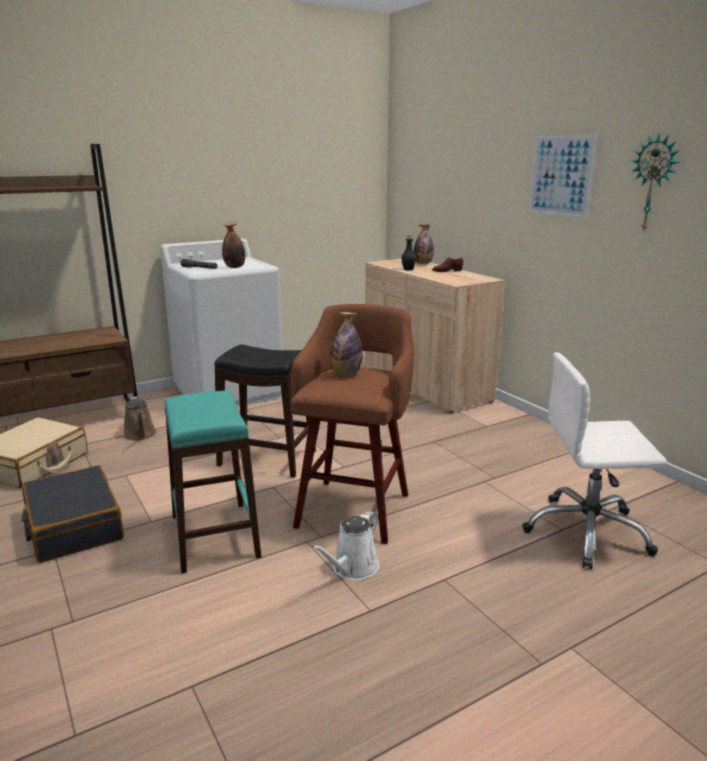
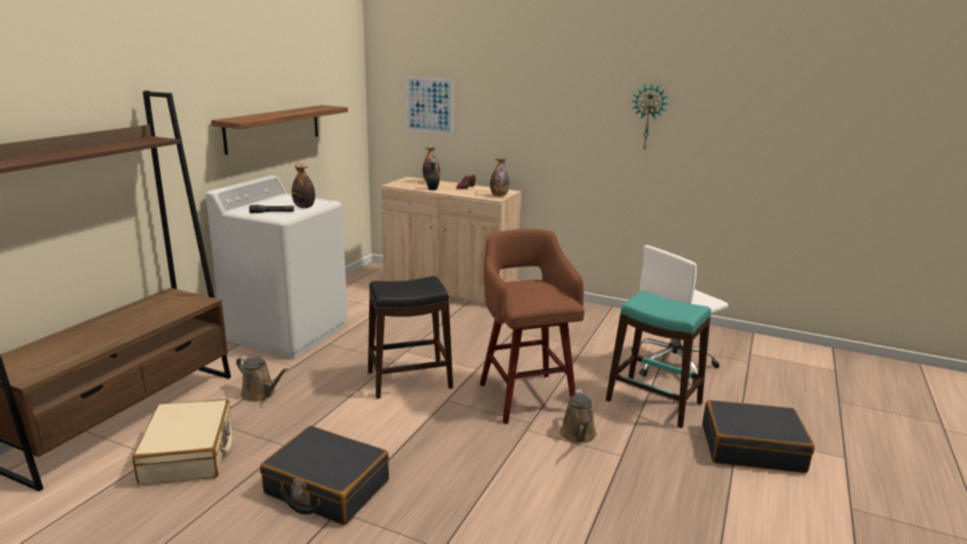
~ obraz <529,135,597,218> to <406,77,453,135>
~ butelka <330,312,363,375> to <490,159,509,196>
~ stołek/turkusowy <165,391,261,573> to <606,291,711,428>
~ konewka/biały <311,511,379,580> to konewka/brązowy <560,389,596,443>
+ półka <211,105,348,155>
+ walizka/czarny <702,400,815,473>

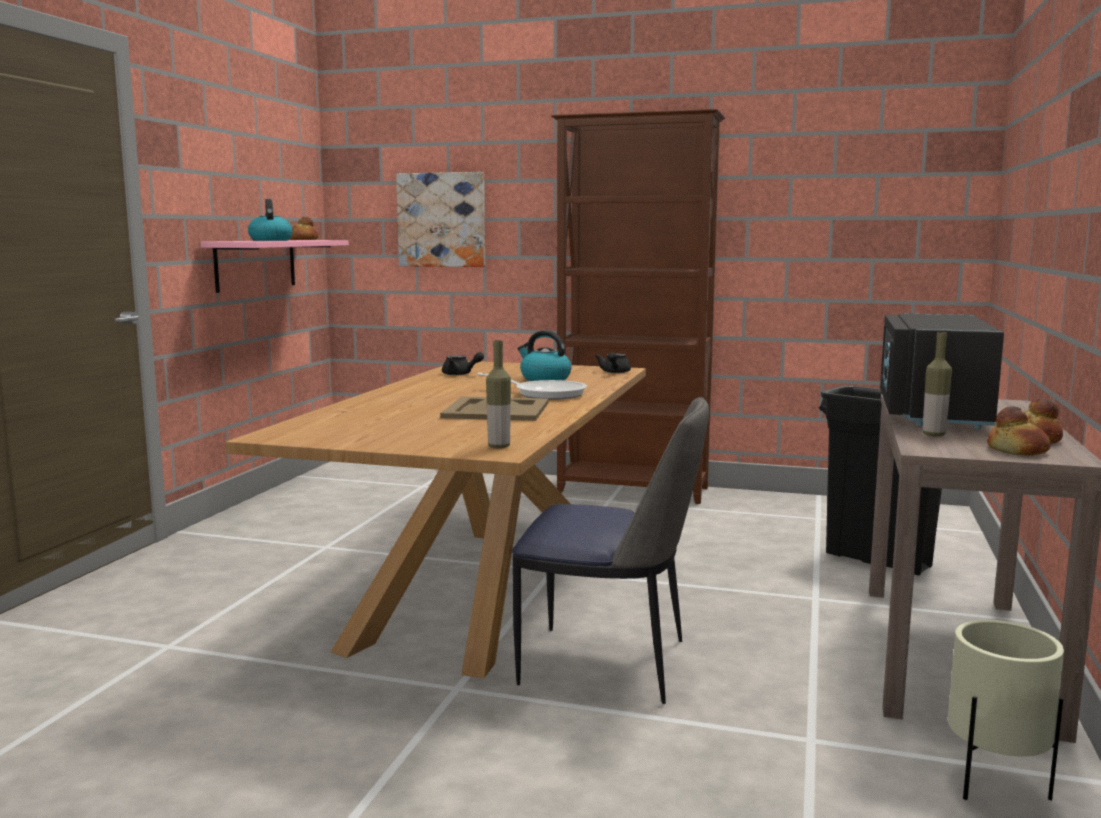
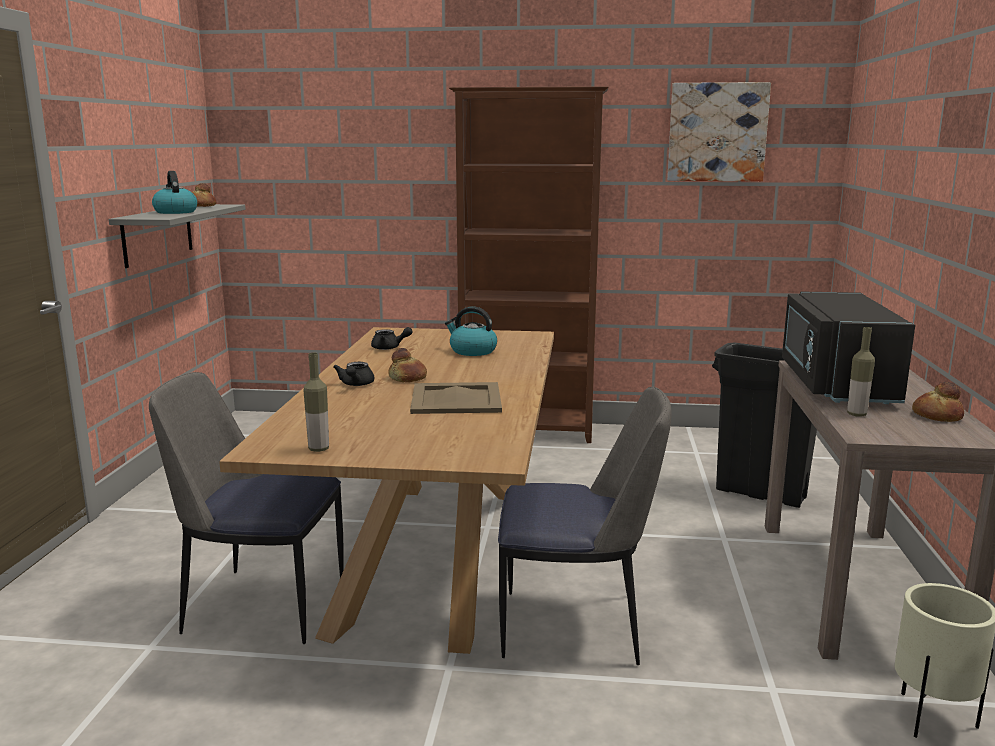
~ obraz <396,172,485,267> to <667,82,771,181>
~ półka/różowy <200,240,349,293> to półka/szary <109,204,246,268>
~ butelka <486,340,511,449> to <303,353,329,452>
~ imbryk/czarny <595,352,631,373> to <333,362,375,386>
- patelnia <477,373,587,400>
~ chleb <987,407,1051,455> to <388,348,427,382>
+ krzesło <149,372,344,644>

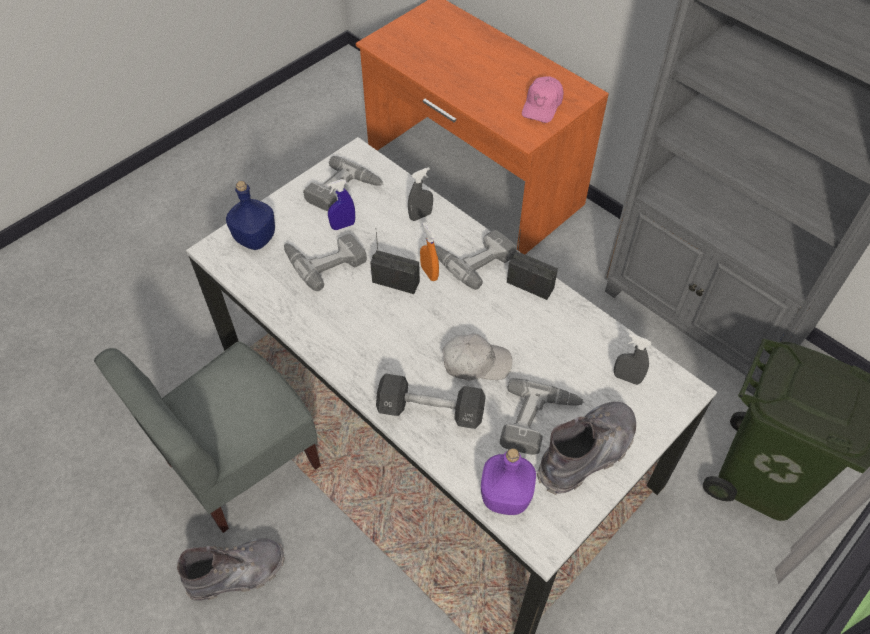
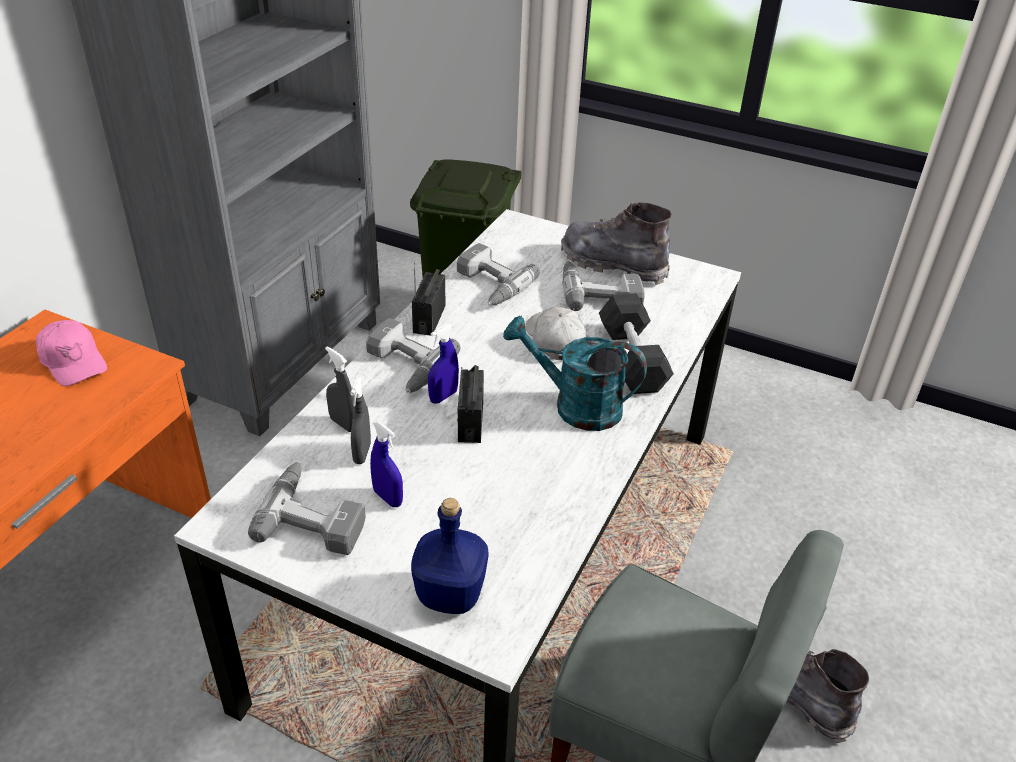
~ czapka z daszkiem/różowy <522,76,563,123> = <36,320,107,386> 45 degrees clockwise
~ spryskiwacz/pomarańczowy <420,222,439,281> to spryskiwacz/niebieski <428,324,459,404>
~ wiertarka <284,234,367,291> to <457,243,540,305>
~ spryskiwacz/szary <614,334,652,385> to <350,377,371,464>
- butelka/fioletowy <481,448,536,515>
+ konewka/turkusowy <503,316,647,431>

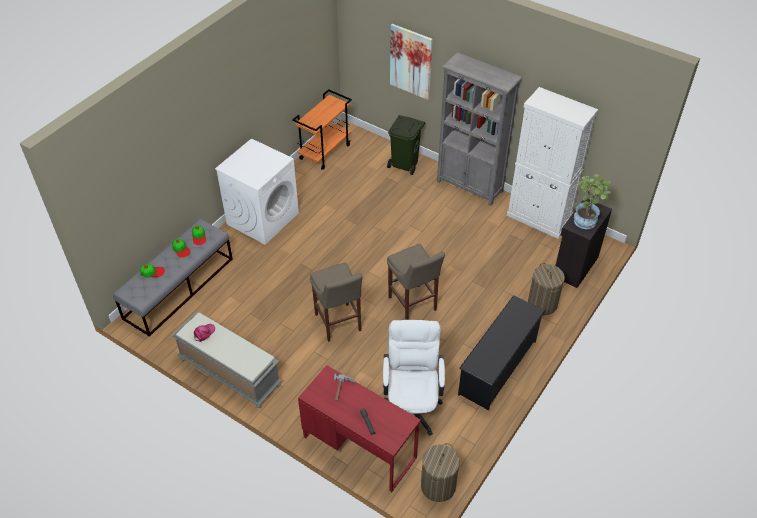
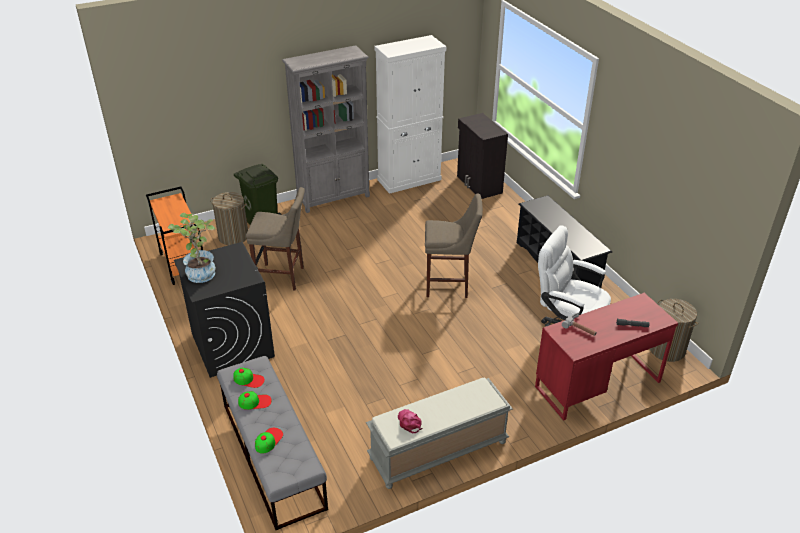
- obraz <390,24,433,100>
~ pralka/biały <215,138,299,245> to pralka/czarny <174,242,275,378>
~ roślina doniczkowa <574,174,611,229> to <167,213,216,283>
~ stołek/beżowy <310,263,362,342> to <246,187,305,291>
~ kosz na pranie <528,263,565,315> to <210,192,248,245>

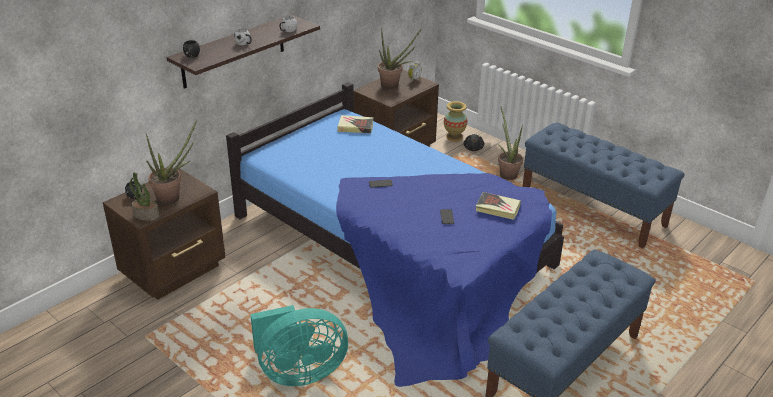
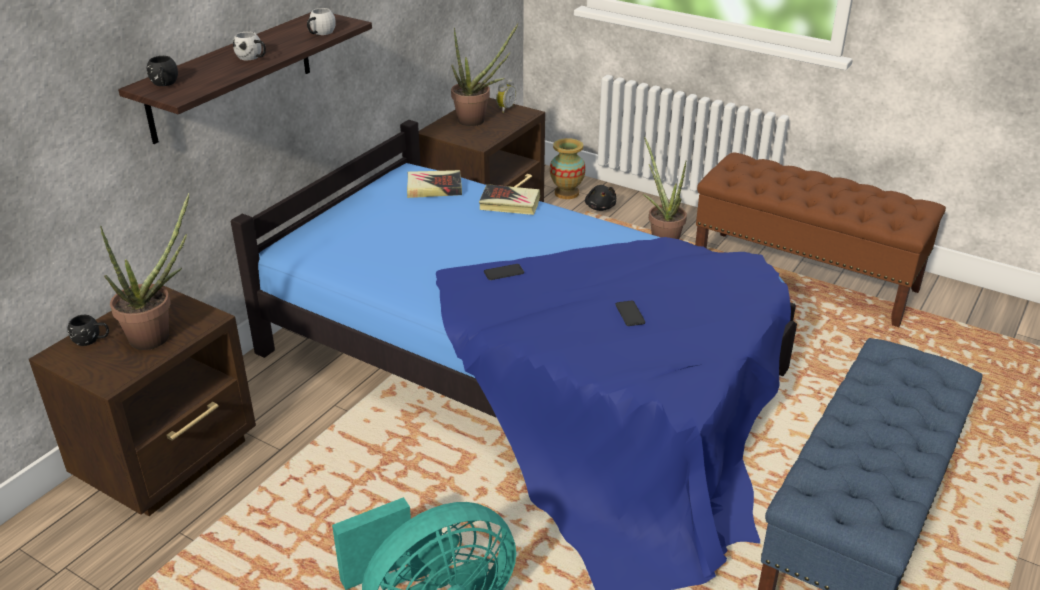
~ ławka/niebieski <522,122,684,248> to ławka/brązowy <695,152,946,327>
- roślina doniczkowa <129,172,159,221>
~ książka <476,192,521,220> to <479,184,540,215>

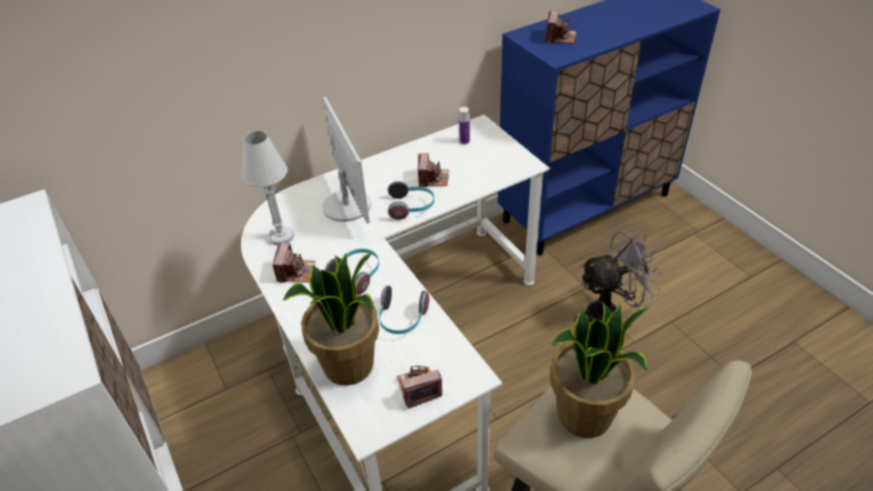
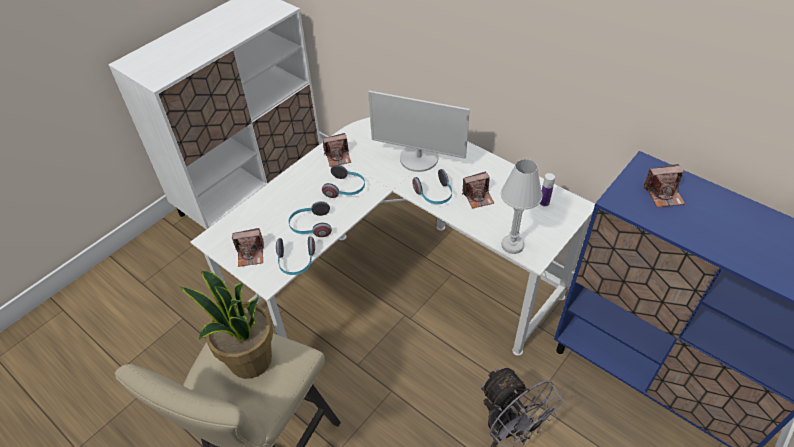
~ monitor <322,96,371,224> = <368,91,470,172> 60 degrees clockwise
~ lampa stołowa/biały <242,131,294,246> to <501,159,542,254>
- roślina doniczkowa <283,252,379,386>
~ aparat fotograficzny <396,366,443,409> = <232,228,264,267> 120 degrees clockwise
+ słuchawki <276,236,315,275>

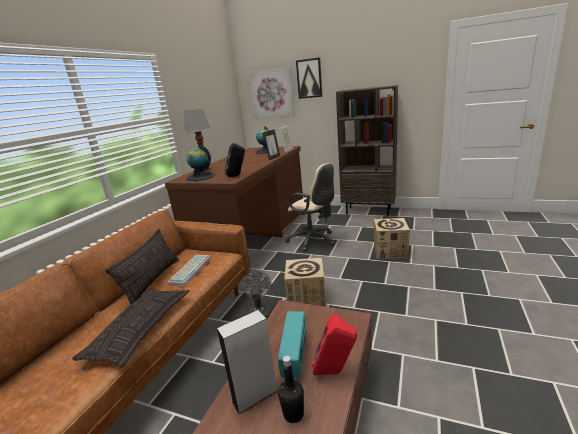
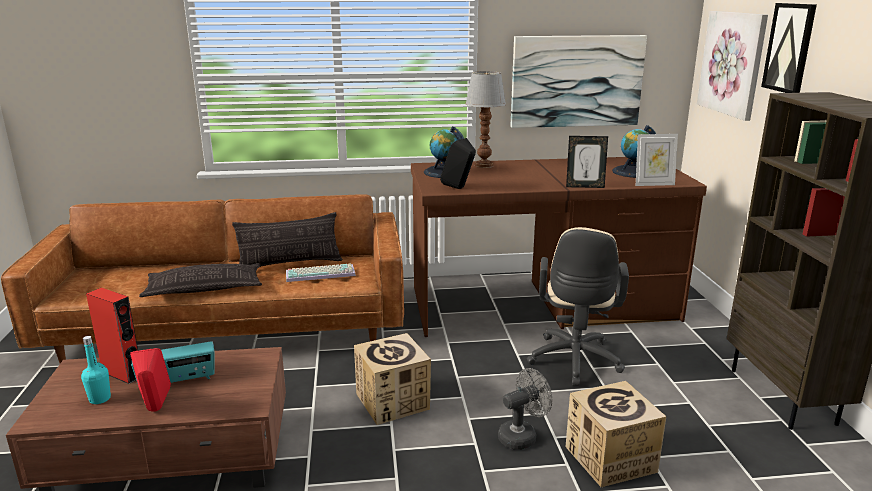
~ wentylator/szary <241,271,271,319> to <498,368,552,450>
~ głośnik/szary <217,310,278,414> to głośnik/czerwony <86,288,138,384>
~ butelka/czarny <278,355,304,423> to butelka/turkusowy <81,336,111,404>
+ obraz <511,35,647,128>

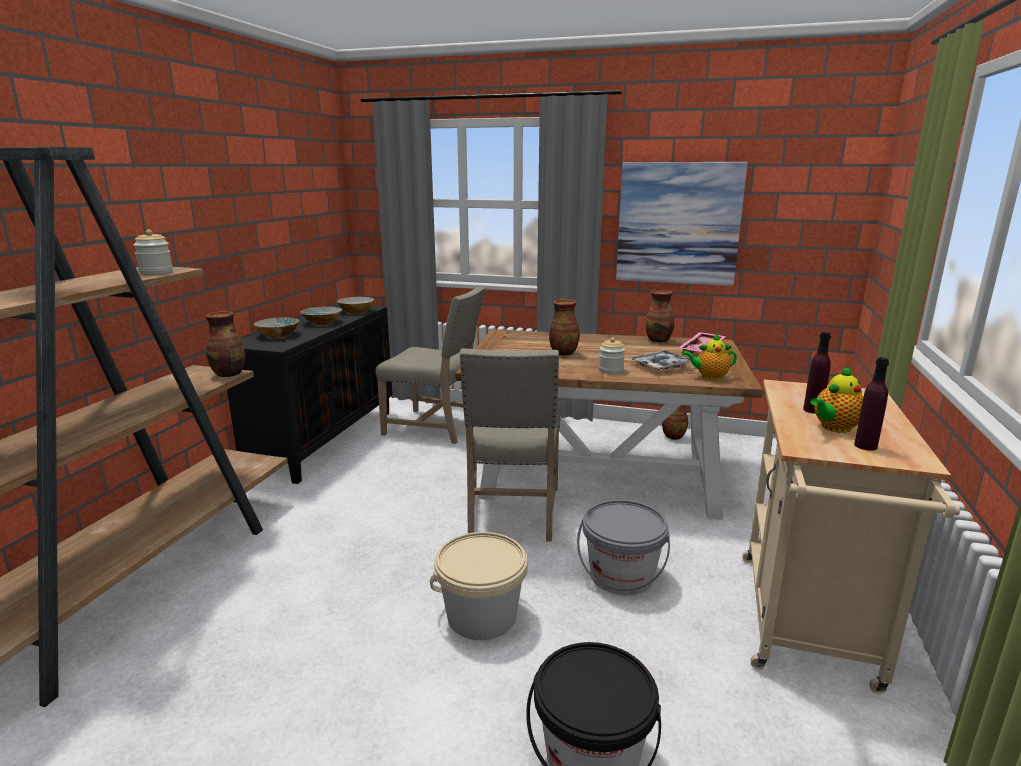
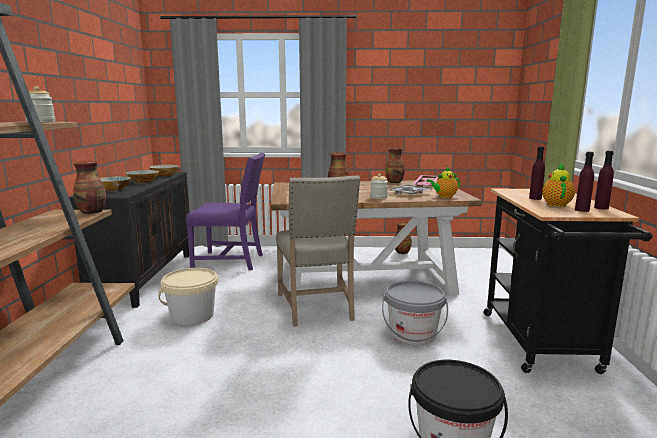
- obraz <616,162,748,286>
~ krzesło/beżowy <375,286,486,444> to krzesło/fioletowy <185,153,265,270>
~ imbryk <810,365,863,433> = <542,163,575,207> 150 degrees clockwise
~ wózek/beżowy <742,380,960,694> to wózek/czarny <483,189,653,374>
~ wiadro/beżowy <430,532,528,640> to <158,268,218,325>
+ butelka/fioletowy <594,151,614,210>

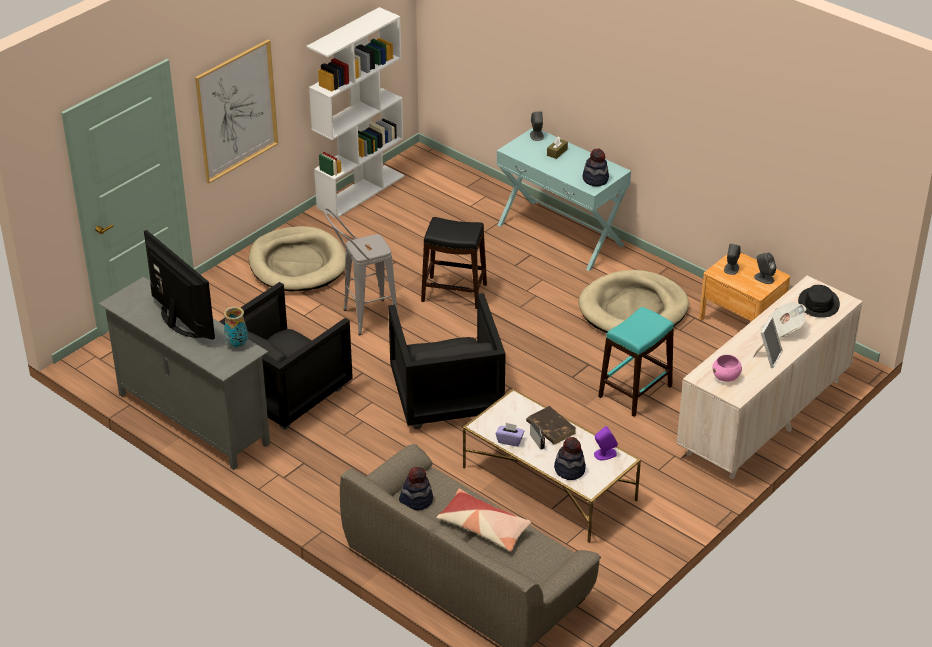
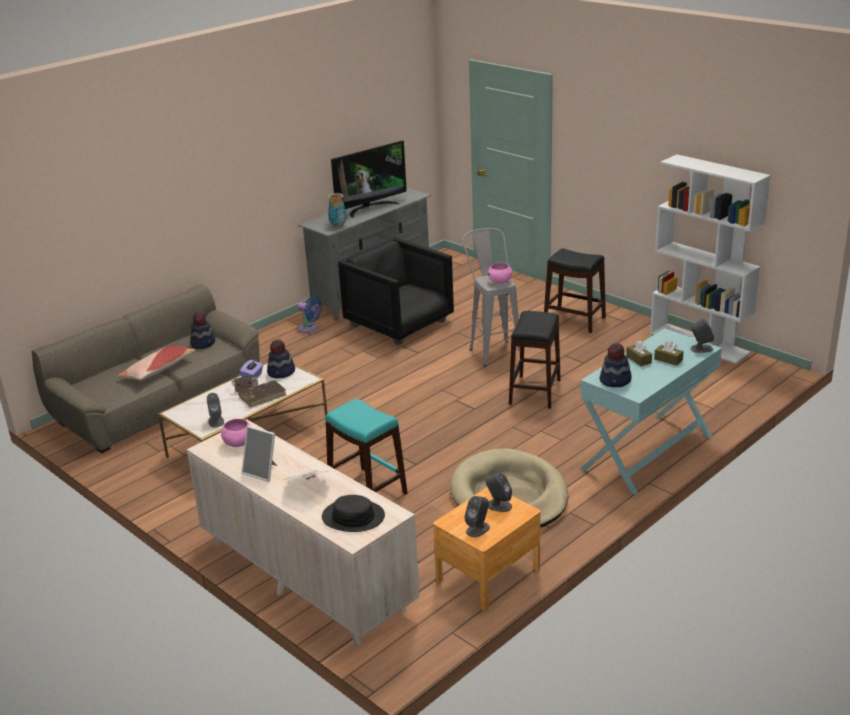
- obraz <195,39,278,183>
~ legowisko/beżowy <249,226,346,292> to stołek/czarny <544,248,606,333>
- fotel/czarny <388,293,506,429>
~ głośnik/fioletowy <594,426,618,460> to głośnik/szary <207,393,224,428>
~ kapelusz <554,437,586,480> to <267,339,295,378>
+ miska/różowy <488,263,512,284>
+ wentylator/niebieski <298,296,322,333>
+ pudełko chusteczek/brązowy <626,341,652,366>

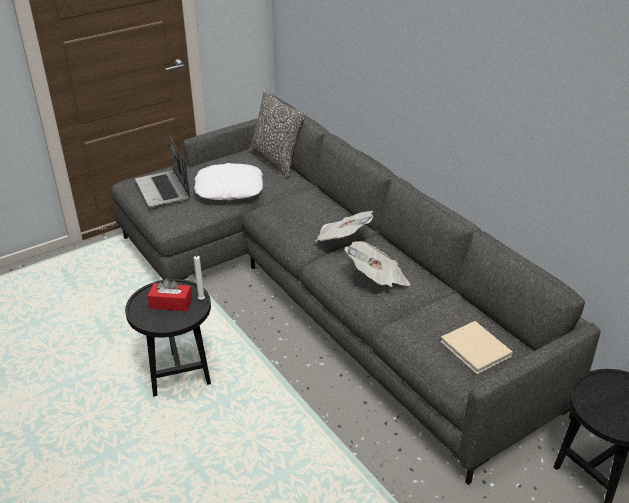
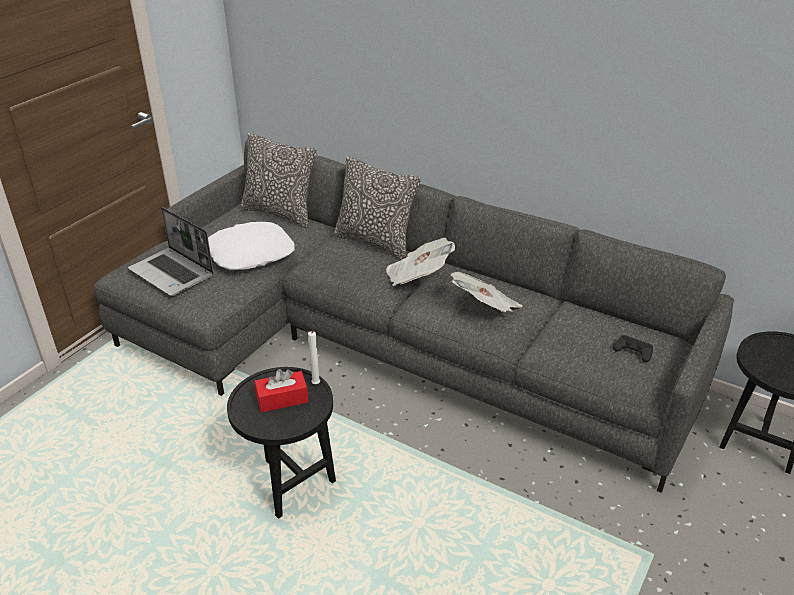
~ książka/beżowy <440,321,513,374> to pad do gier/czarny <613,335,653,362>
+ poduszka <333,156,421,260>

